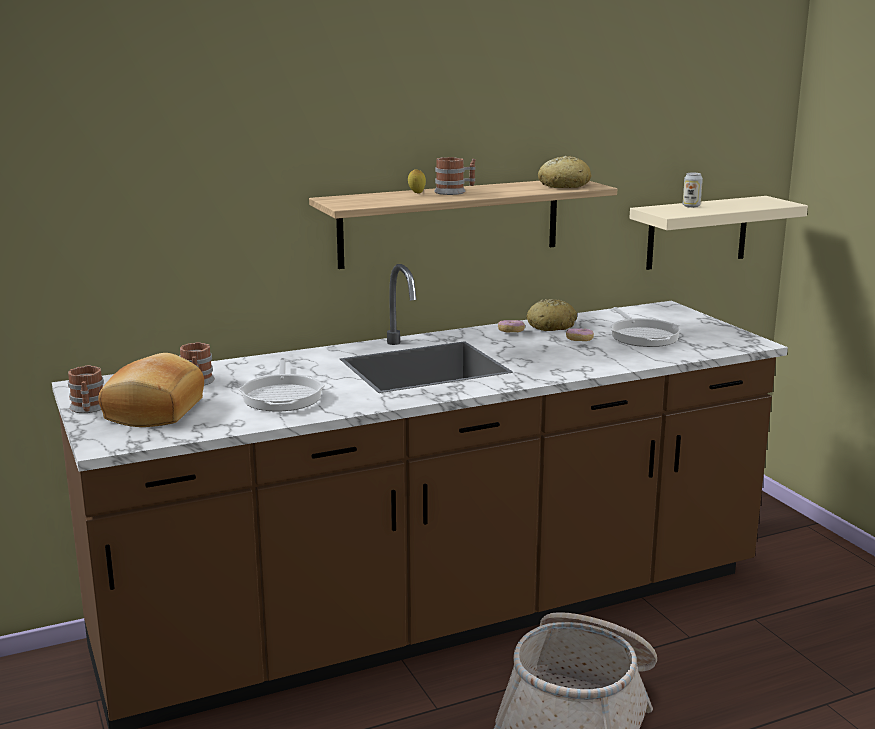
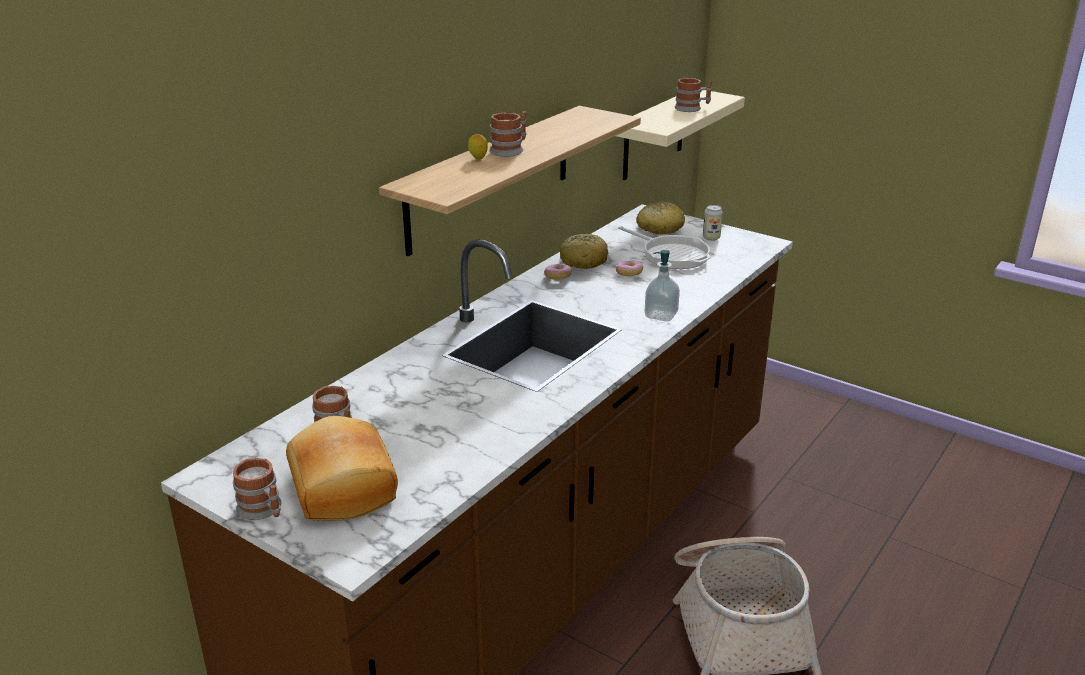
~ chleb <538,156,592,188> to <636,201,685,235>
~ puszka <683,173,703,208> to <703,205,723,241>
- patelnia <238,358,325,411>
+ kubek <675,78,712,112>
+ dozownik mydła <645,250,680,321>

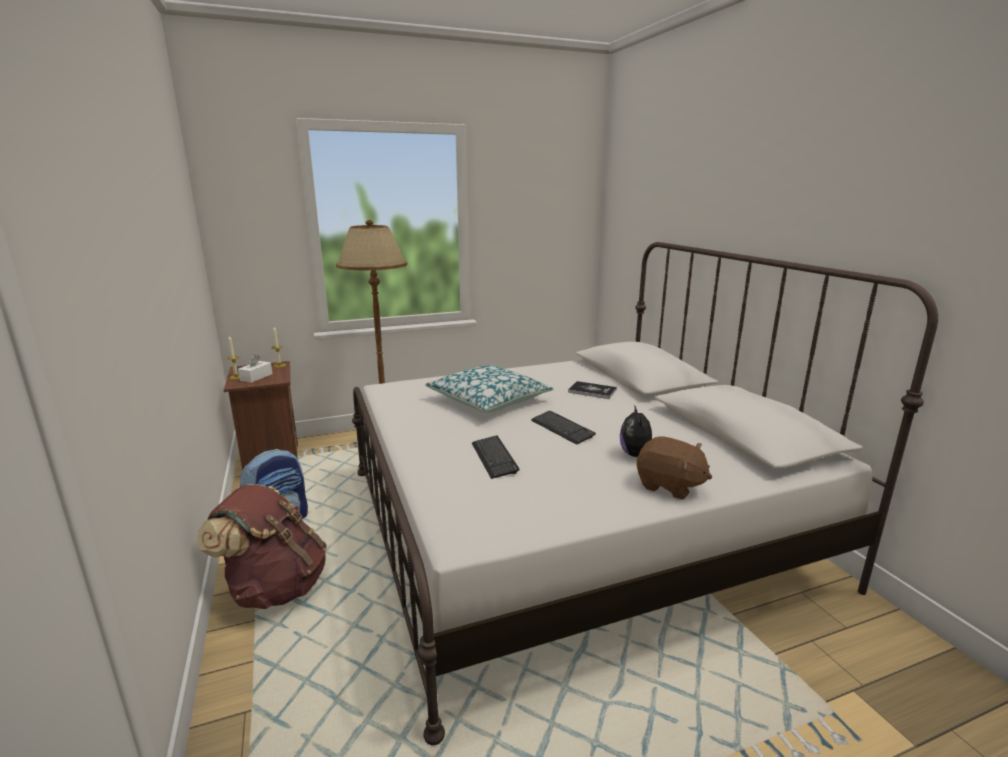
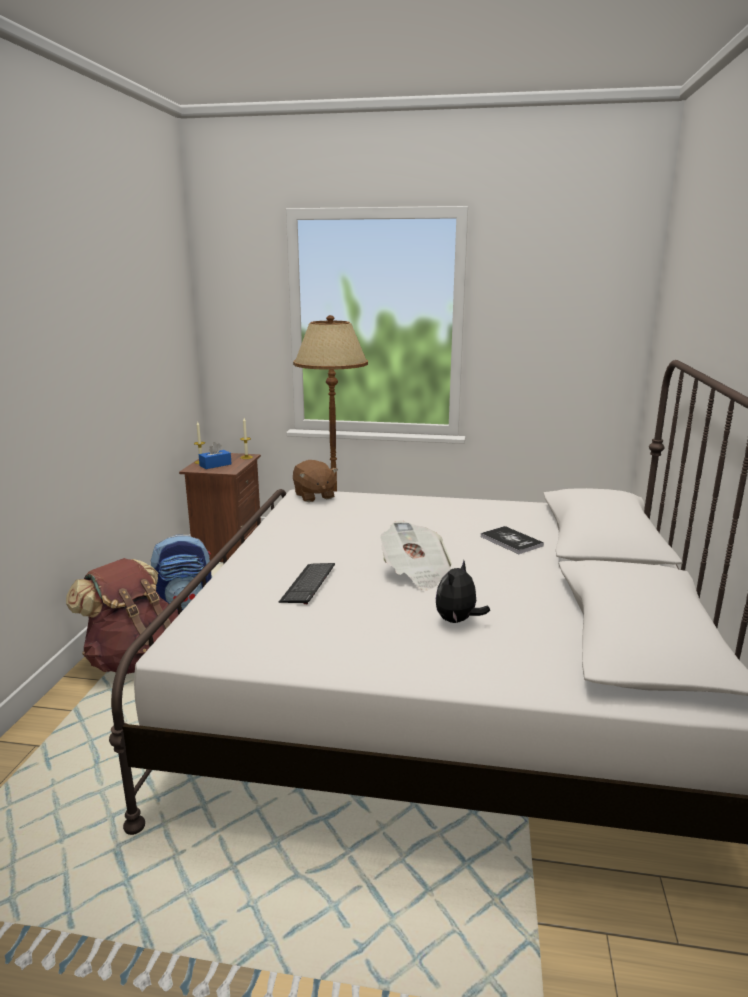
~ pudełko chusteczek/biały <238,354,272,383> to pudełko chusteczek/niebieski <199,442,232,469>
- poduszka <425,365,554,412>
~ klawiatura <531,411,596,445> to gazeta <380,521,452,591>
~ pluszak/brązowy <637,436,712,500> to <293,460,338,502>

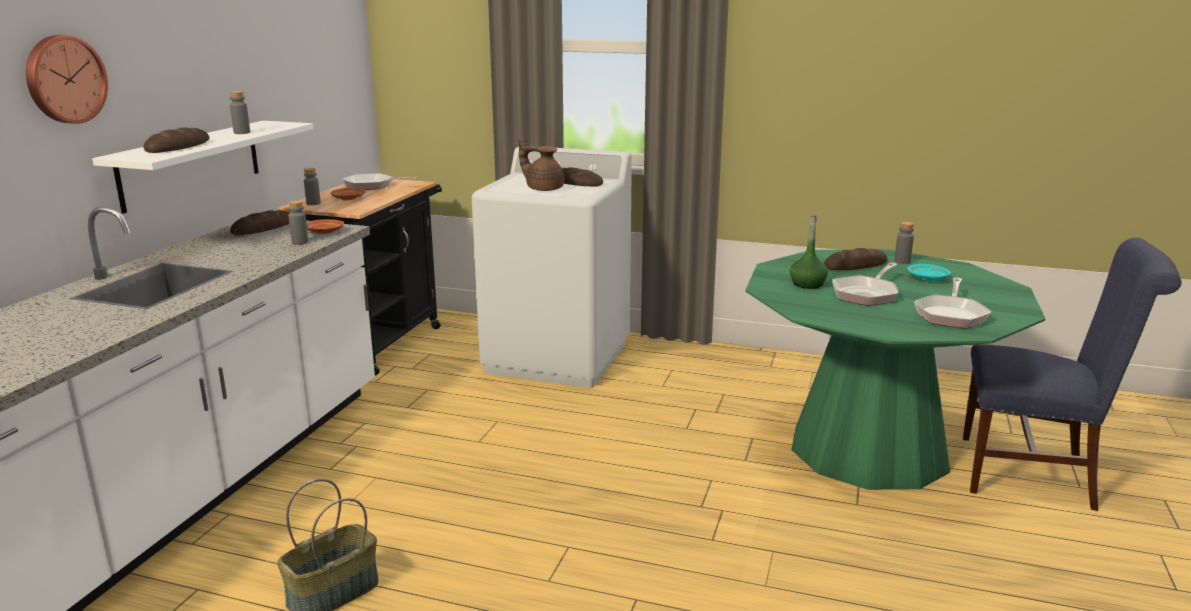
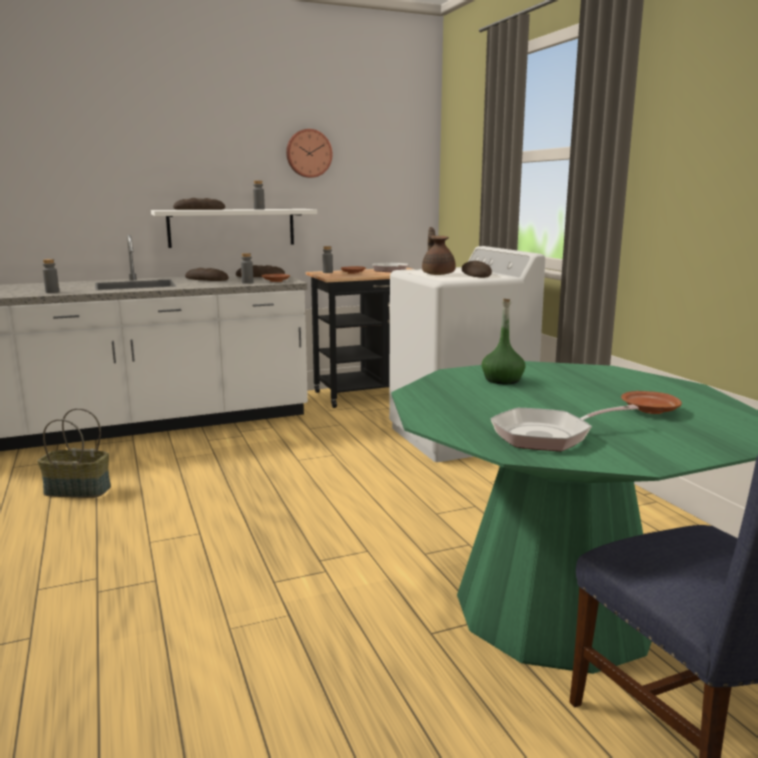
~ zegar ścienny <26,35,108,124> to <286,129,332,178>
~ butelka/szary <894,222,914,264> to <43,259,59,293>
~ chleb <824,248,888,270> to <185,268,229,281>
- patelnia <832,262,899,306>
~ talerz/turkusowy <907,264,951,281> to talerz/brązowy <621,391,682,414>

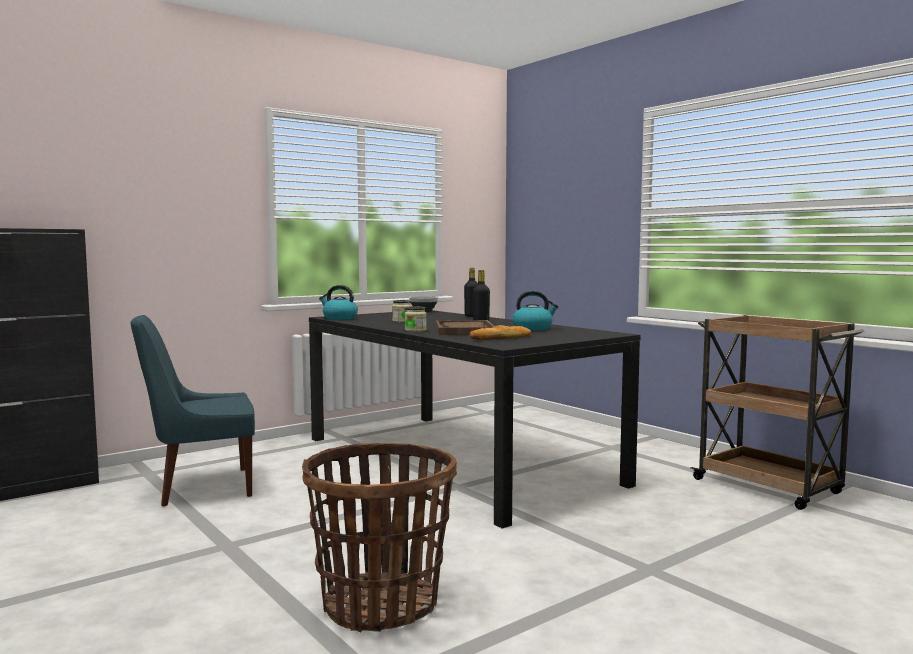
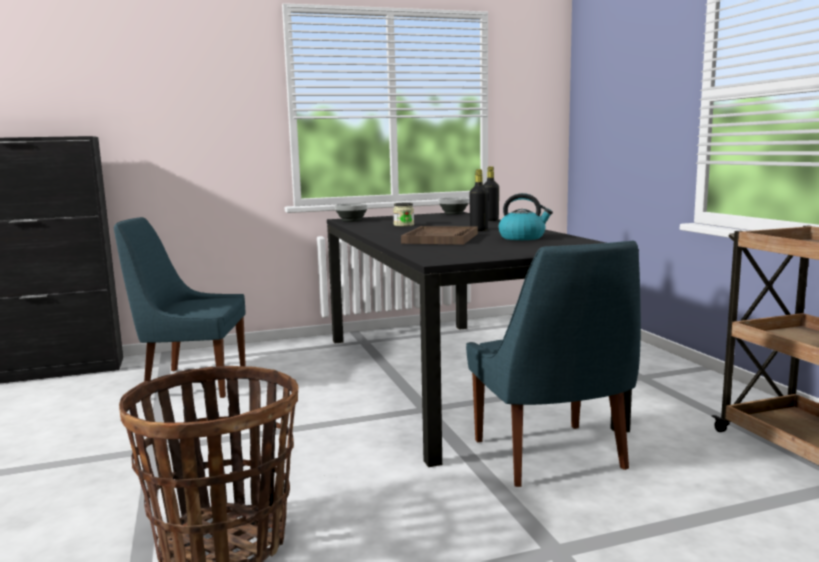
~ czajnik <319,285,358,320> to miska <334,203,368,222>
- słoik <404,307,427,332>
- chleb <469,325,531,340>
+ krzesło/niebieski <466,241,641,487>

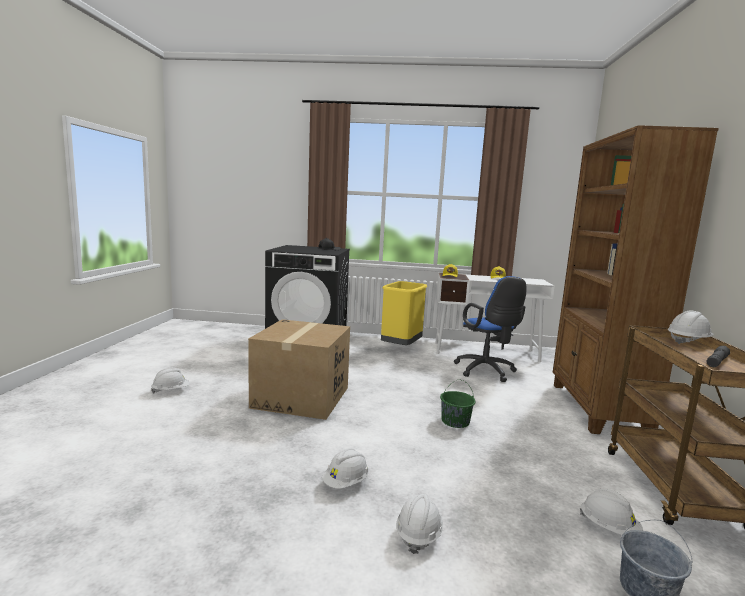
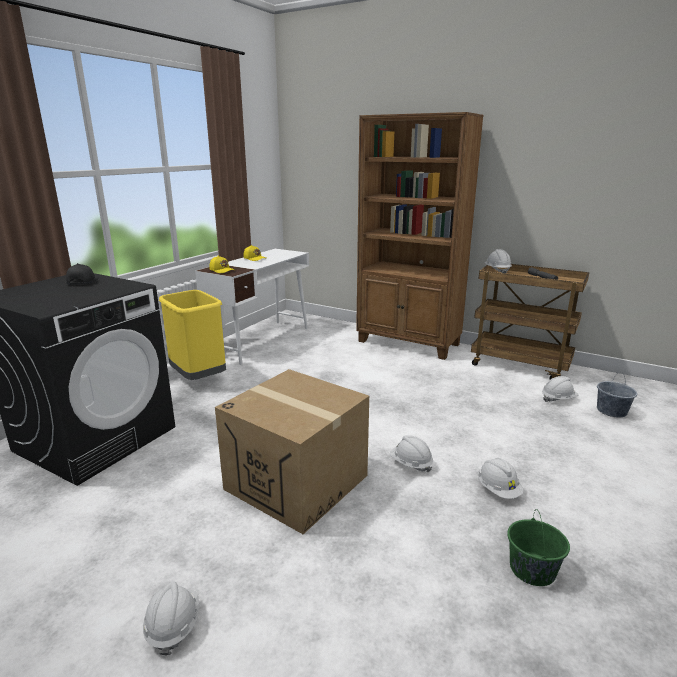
- krzesło biurowe/niebieski <454,276,526,382>
~ wiadro/zielony <440,379,476,428> to <507,509,570,586>
~ kask/biały <396,494,443,554> to <390,435,433,473>

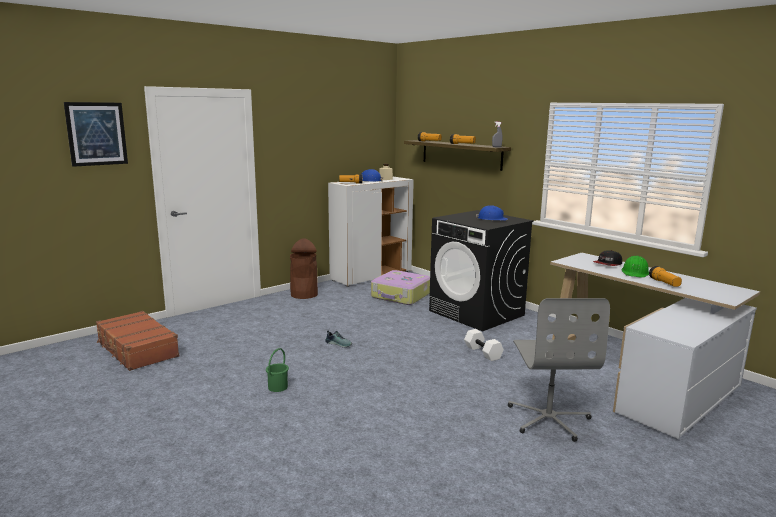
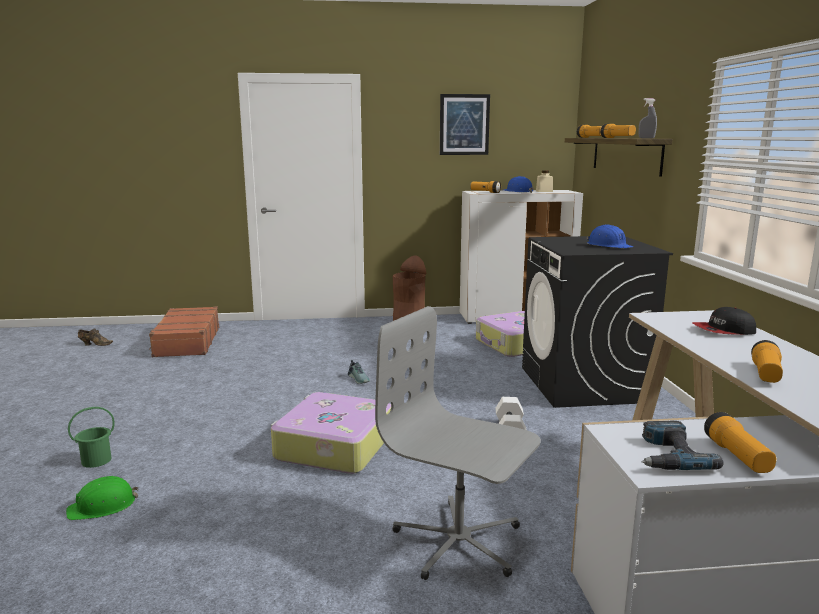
~ obraz <64,102,128,167> to <440,94,490,155>
~ kask/zielony <622,255,649,278> to <66,476,138,520>
~ krzesło biurowe/szary <508,298,610,442> = <375,306,541,580> 90 degrees clockwise
~ wiadro/zielony <266,348,289,392> to <68,407,115,468>
+ but/brązowy <78,328,113,346>
+ walizka <271,392,391,474>
+ latarka <704,412,776,473>
+ wiertarka <642,421,724,470>

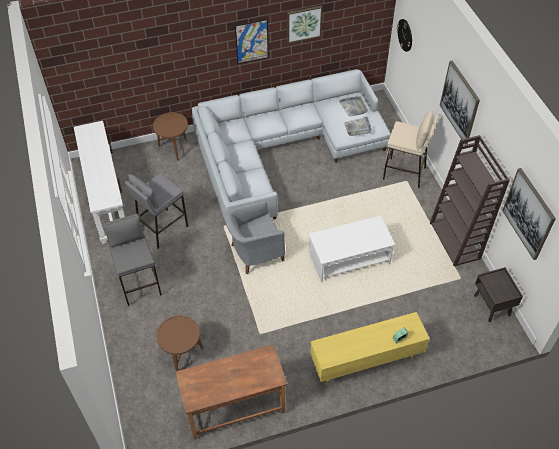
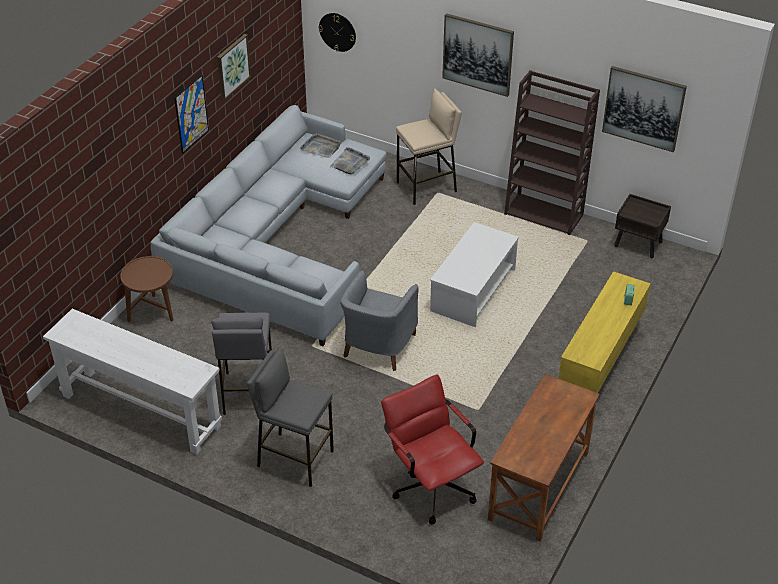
~ stolik/brązowy <156,315,204,371> to krzesło biurowe/czerwony <381,374,484,525>

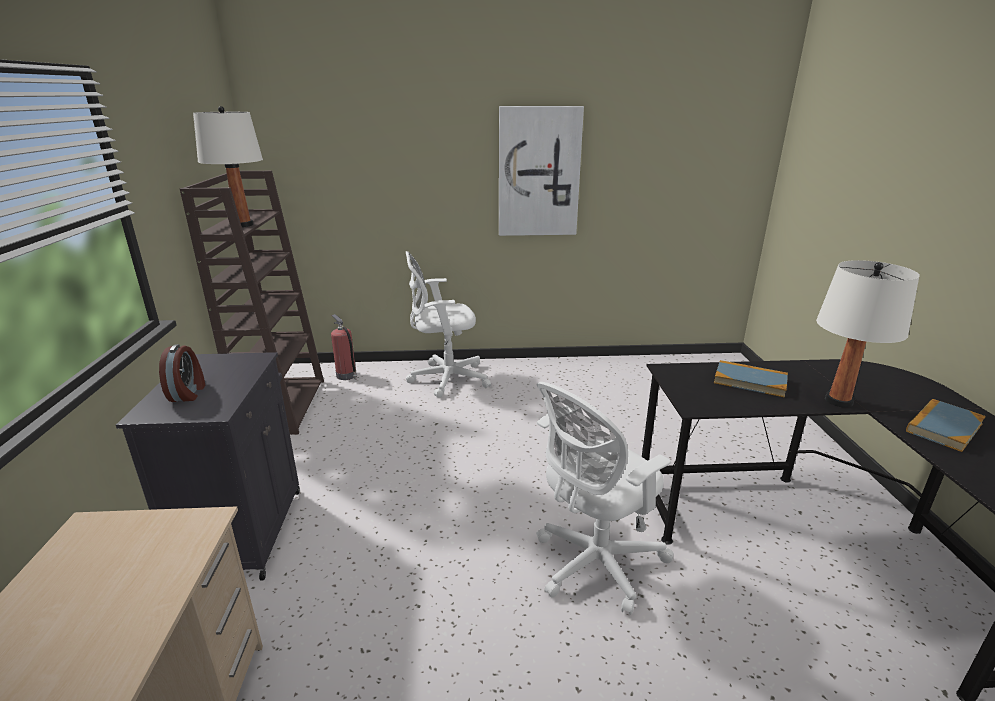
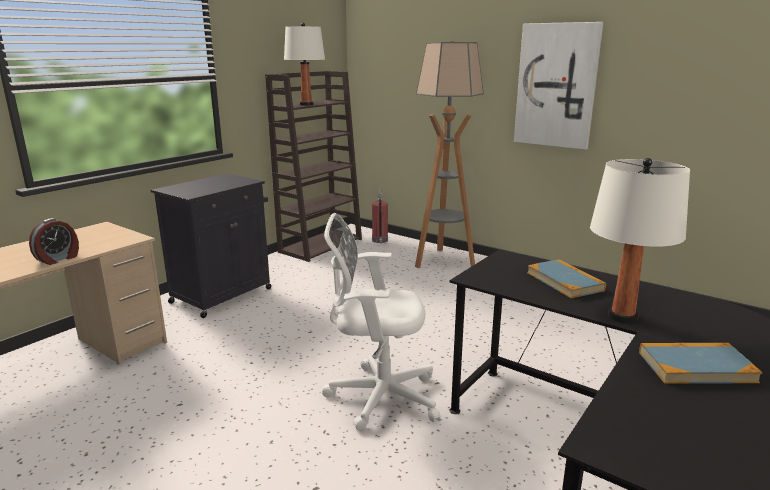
~ krzesło biurowe/biały <406,251,491,398> to lampa stojąca <415,41,484,268>
~ budzik <159,344,206,402> to <29,218,79,265>

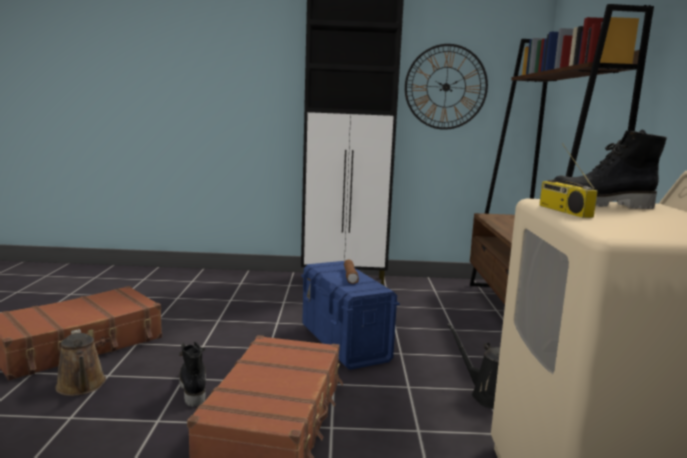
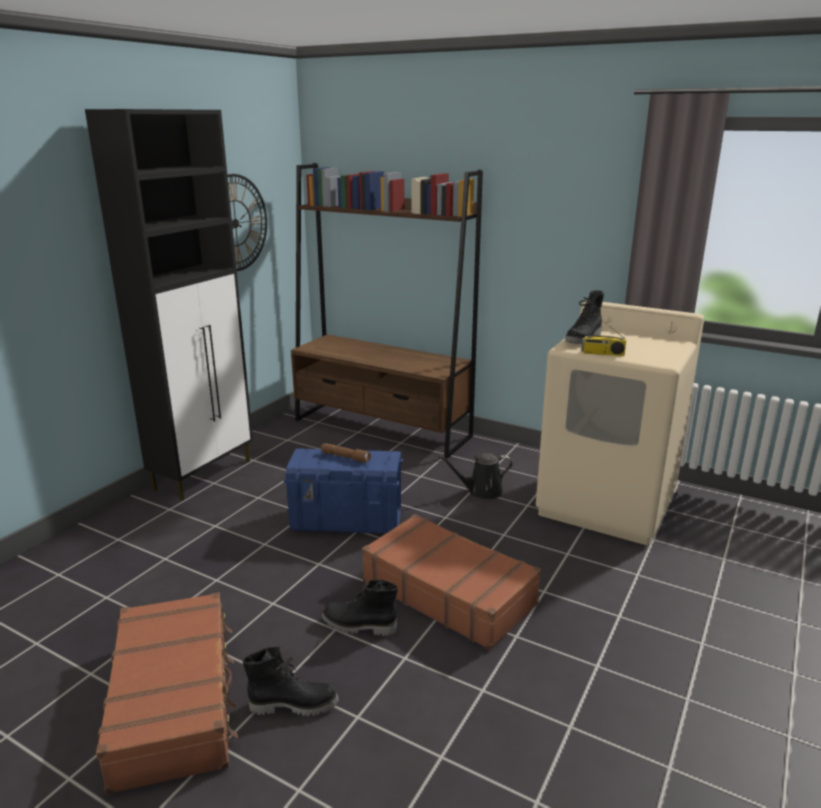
~ konewka/brązowy <55,329,106,396> to but z cholewką/czarny <243,646,339,716>

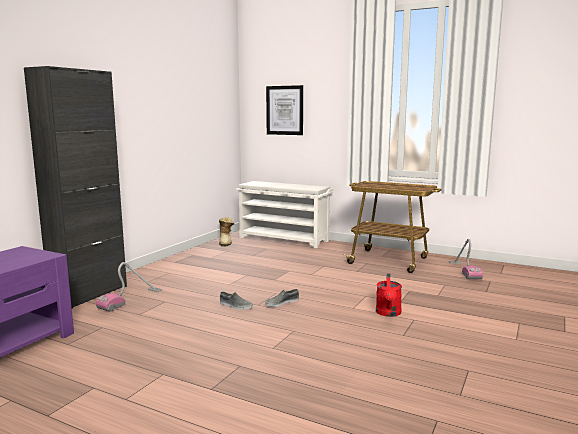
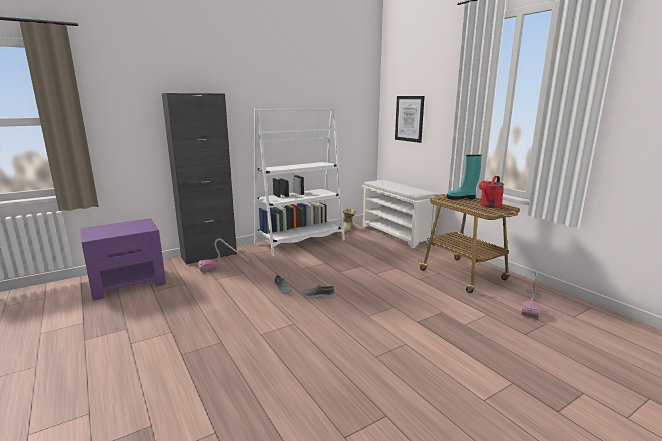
~ konewka/czerwony <376,273,402,317> to <479,176,504,208>
+ regał/biały <254,108,345,256>
+ but z cholewką/turkusowy <446,155,482,199>

